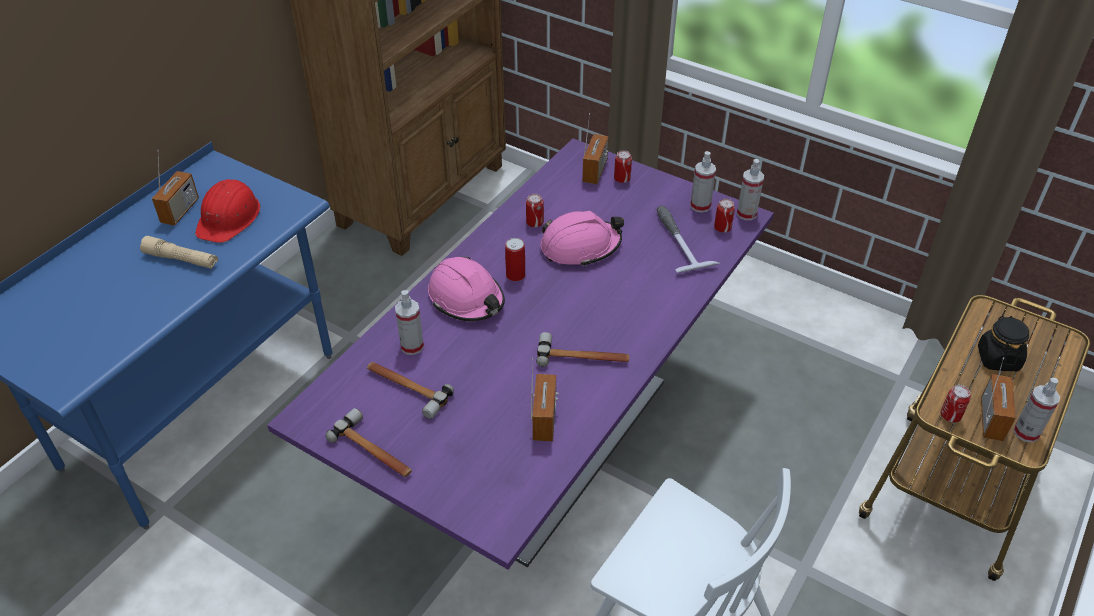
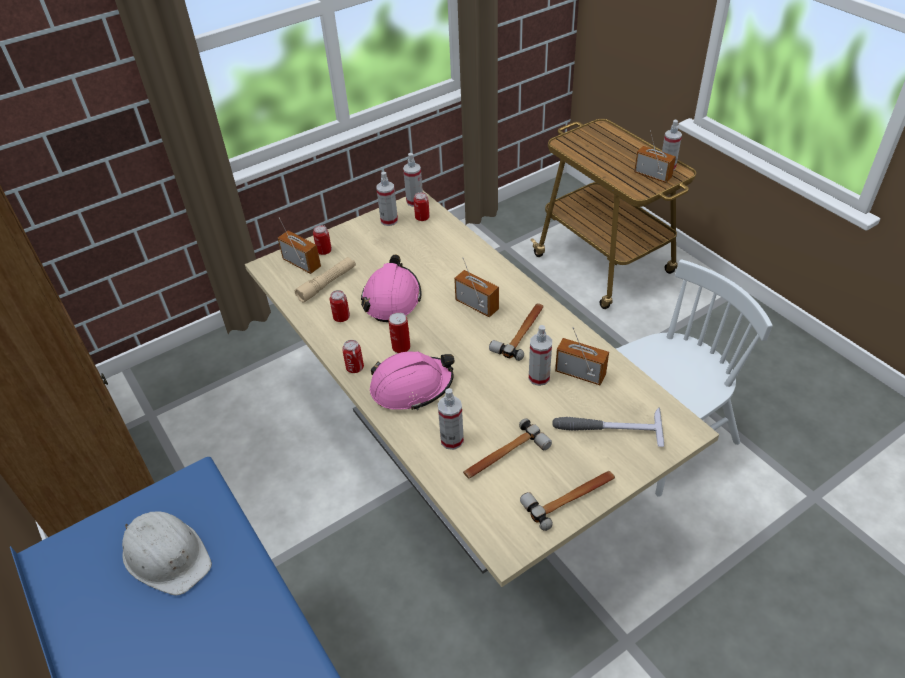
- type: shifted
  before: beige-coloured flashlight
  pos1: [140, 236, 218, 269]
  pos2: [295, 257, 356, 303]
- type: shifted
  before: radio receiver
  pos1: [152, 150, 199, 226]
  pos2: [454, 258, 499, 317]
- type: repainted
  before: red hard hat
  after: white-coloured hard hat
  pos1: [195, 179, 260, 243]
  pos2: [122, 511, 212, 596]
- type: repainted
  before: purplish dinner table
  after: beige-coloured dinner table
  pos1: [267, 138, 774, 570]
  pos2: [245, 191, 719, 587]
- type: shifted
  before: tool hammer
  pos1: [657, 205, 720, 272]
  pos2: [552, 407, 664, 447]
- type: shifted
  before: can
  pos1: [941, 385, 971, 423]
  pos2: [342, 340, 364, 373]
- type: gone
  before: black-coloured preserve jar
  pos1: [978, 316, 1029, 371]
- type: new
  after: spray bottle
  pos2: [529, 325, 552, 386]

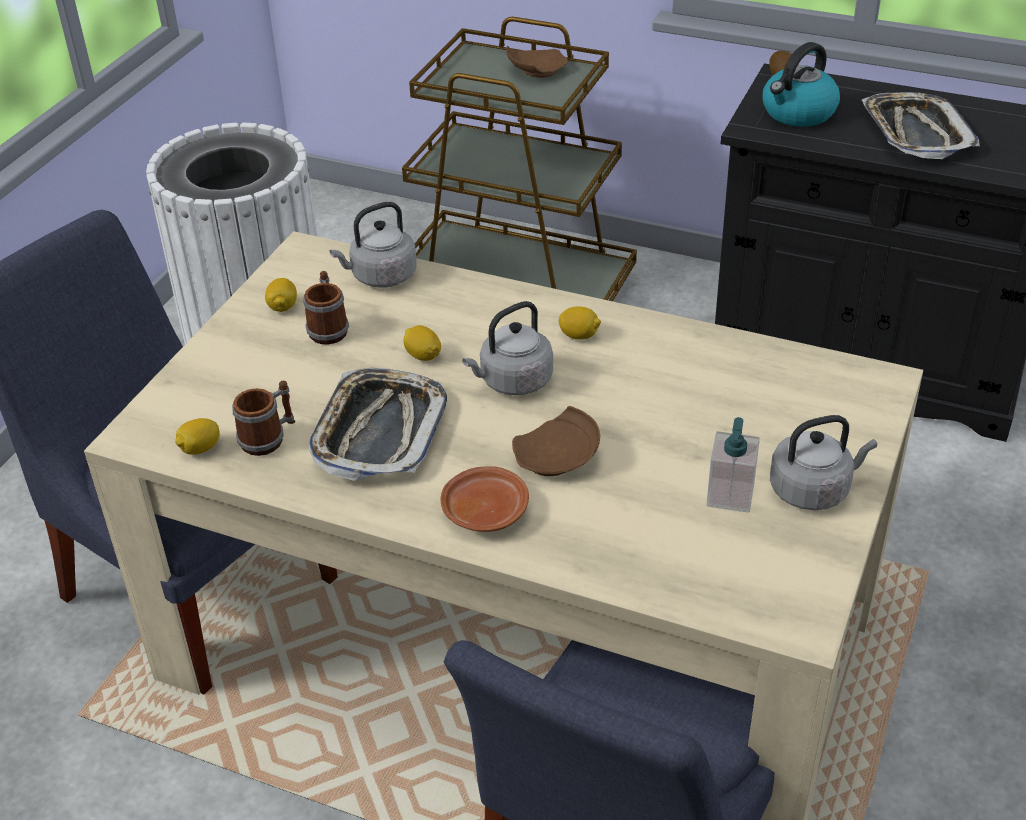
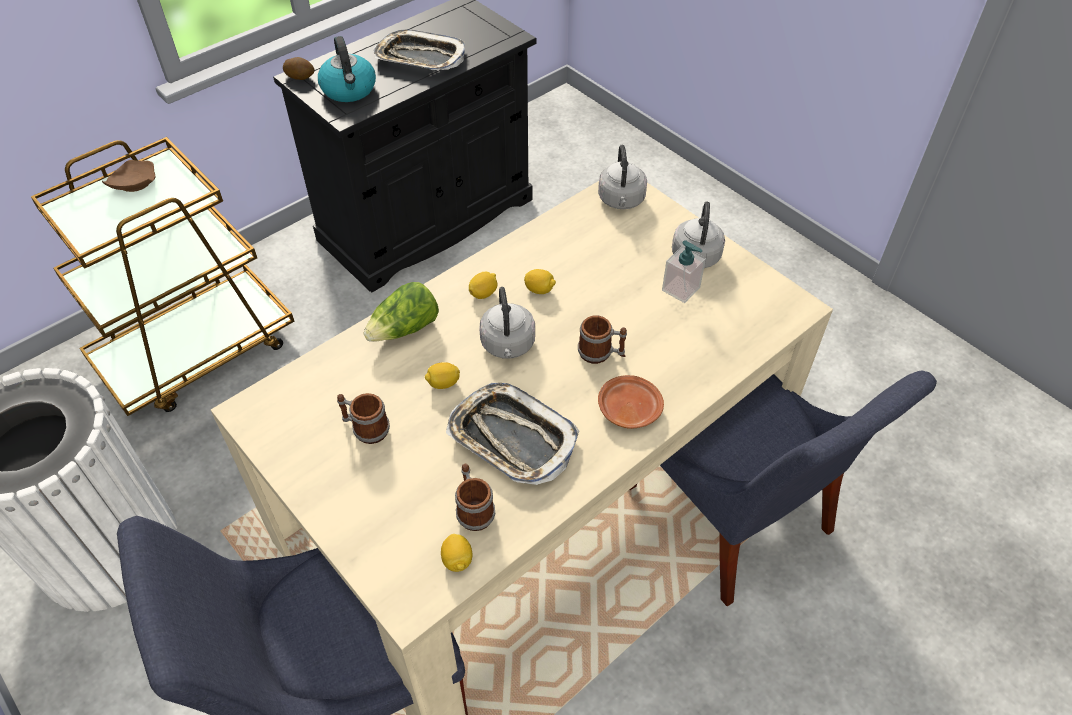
- type: shifted
  before: lemon
  pos1: [265, 278, 297, 312]
  pos2: [524, 269, 556, 294]
- type: shifted
  before: gray water kettle
  pos1: [330, 202, 417, 288]
  pos2: [598, 145, 647, 209]
- type: swapped
  before: brownish flat dish
  after: mug
  pos1: [512, 406, 600, 476]
  pos2: [578, 316, 627, 364]
- type: new
  after: head of lettuce
  pos2: [364, 282, 439, 342]

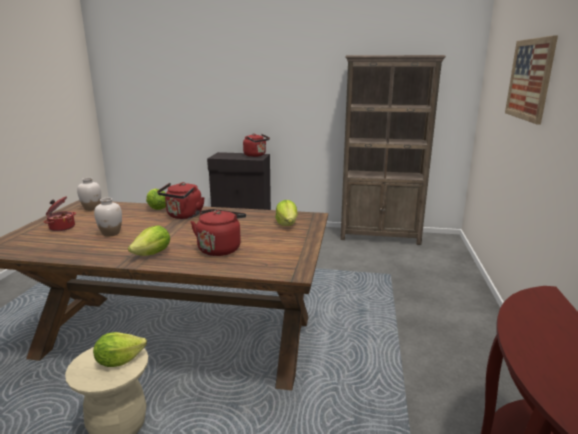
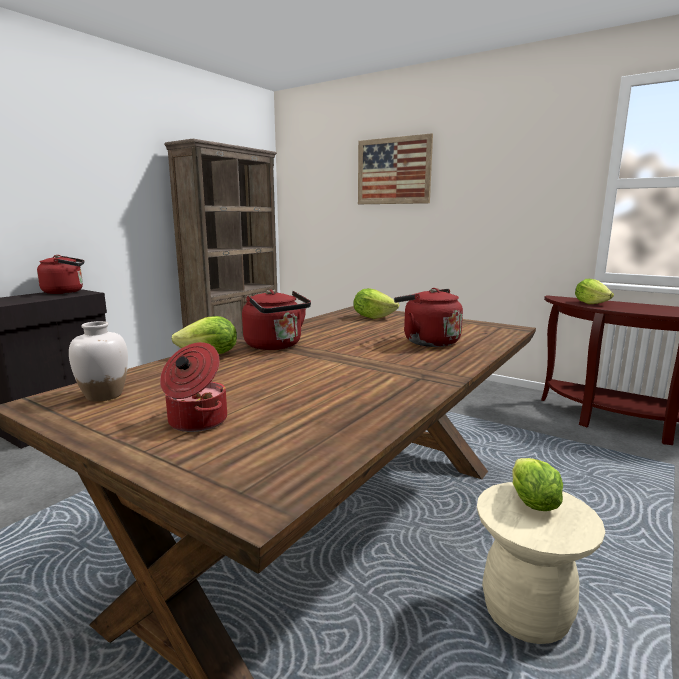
- type: gone
  before: white-coloured decorative vase
  pos1: [94, 198, 122, 236]
- type: shifted
  before: head of lettuce
  pos1: [128, 225, 170, 256]
  pos2: [575, 279, 614, 304]

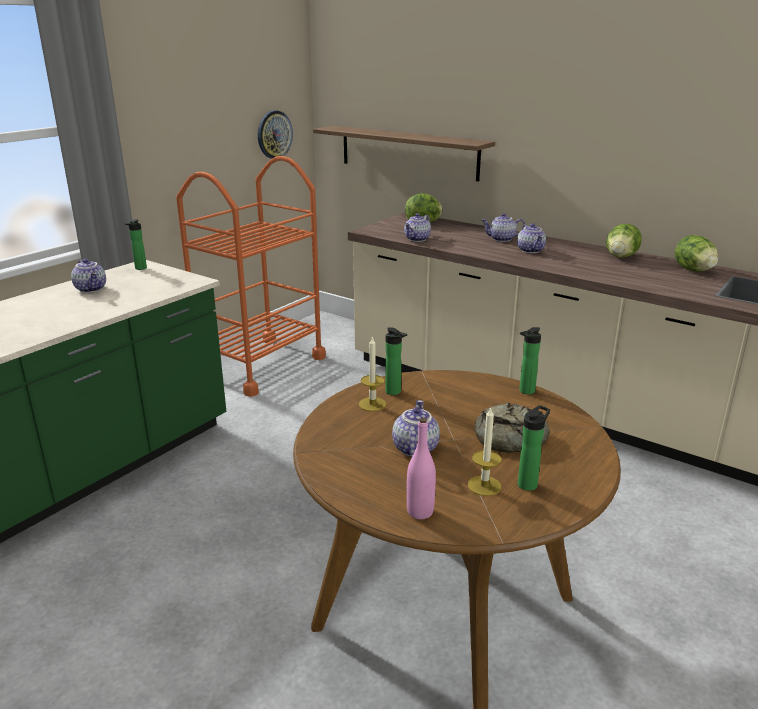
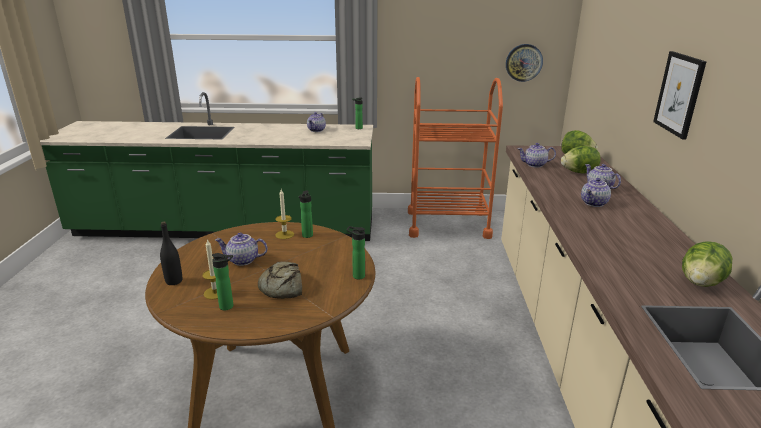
- type: gone
  before: wall shelf
  pos1: [313, 126, 495, 182]
- type: rotated
  before: tea pot
  pos1: [392, 400, 440, 457]
  pos2: [215, 233, 267, 266]
  turn: -150
- type: repainted
  before: pinkish bottle
  after: black-coloured bottle
  pos1: [407, 418, 436, 519]
  pos2: [160, 222, 182, 285]
- type: shifted
  before: head of lettuce
  pos1: [606, 224, 642, 258]
  pos2: [561, 146, 601, 174]
- type: new
  after: wall art
  pos2: [653, 51, 706, 140]

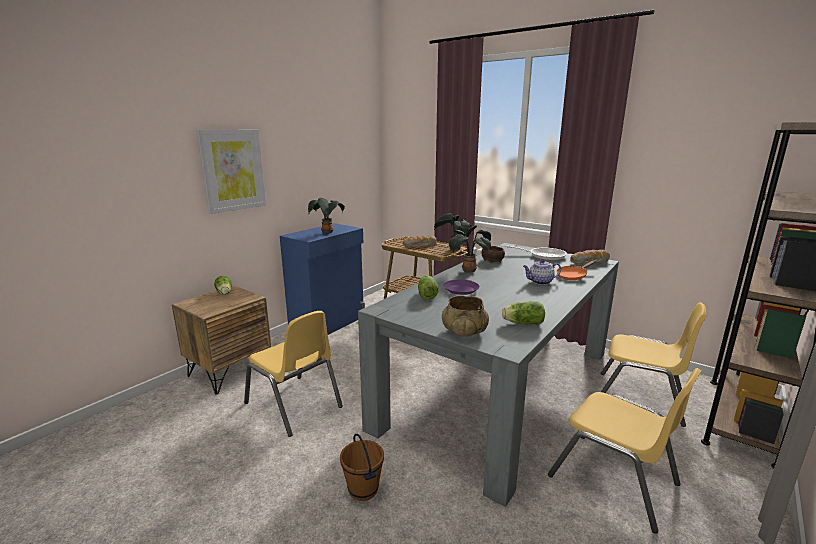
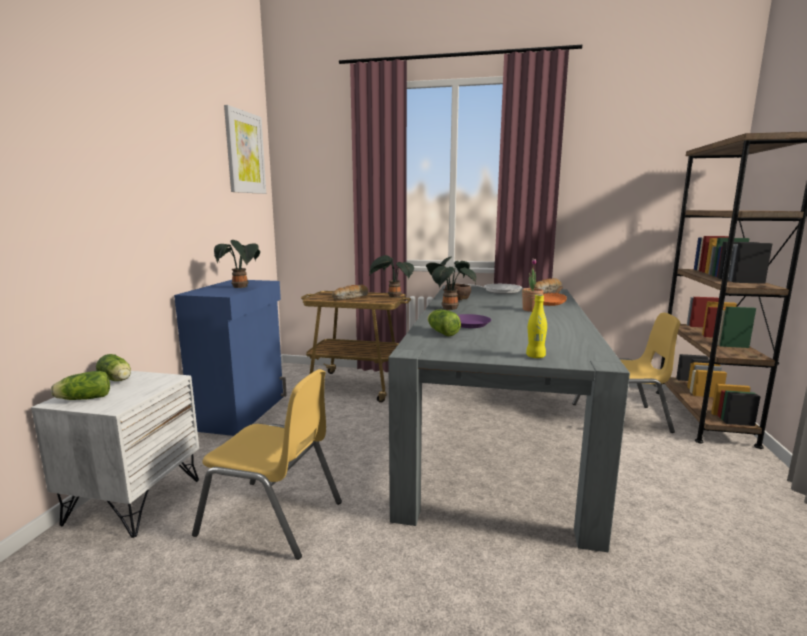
- type: repainted
  before: brownish bedside table
  after: white-coloured bedside table
  pos1: [172, 286, 271, 394]
  pos2: [31, 371, 199, 538]
- type: shifted
  before: wall art
  pos1: [196, 129, 266, 214]
  pos2: [224, 105, 266, 194]
- type: gone
  before: brownish pail
  pos1: [340, 434, 384, 501]
- type: swapped
  before: beige-coloured bowl
  after: yellow-coloured bottle
  pos1: [442, 296, 489, 337]
  pos2: [526, 295, 547, 358]
- type: shifted
  before: head of lettuce
  pos1: [502, 301, 545, 325]
  pos2: [51, 371, 110, 400]
- type: swapped
  before: tea pot
  after: houseplant
  pos1: [523, 259, 561, 285]
  pos2: [522, 259, 543, 312]
- type: gone
  before: yellow-coloured chair
  pos1: [548, 368, 702, 534]

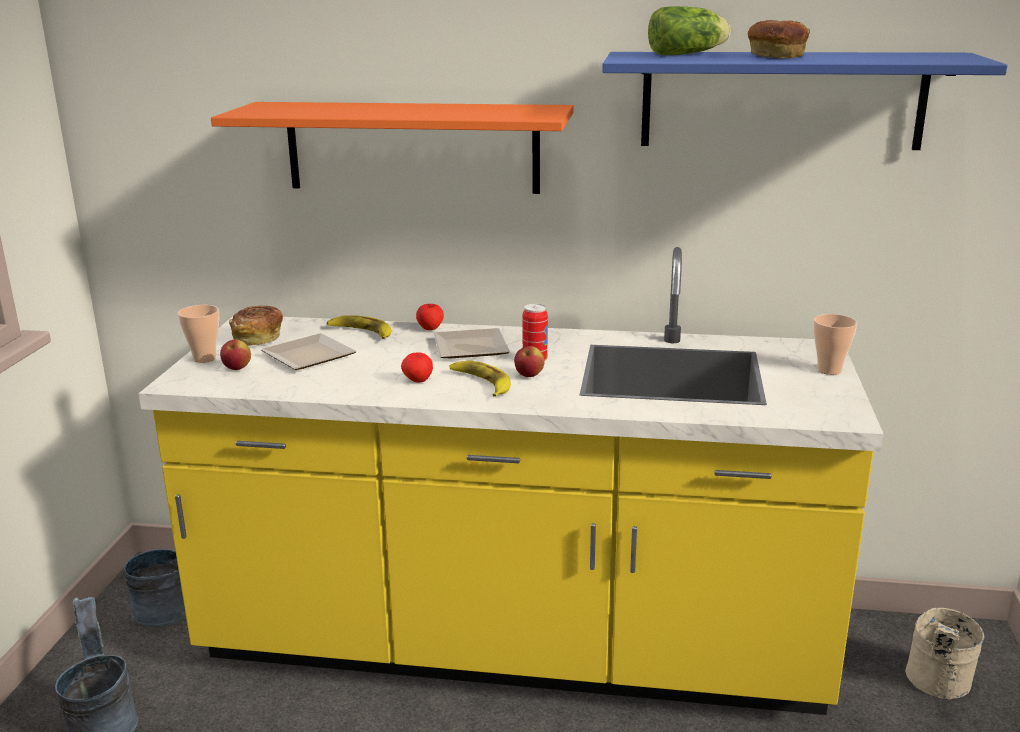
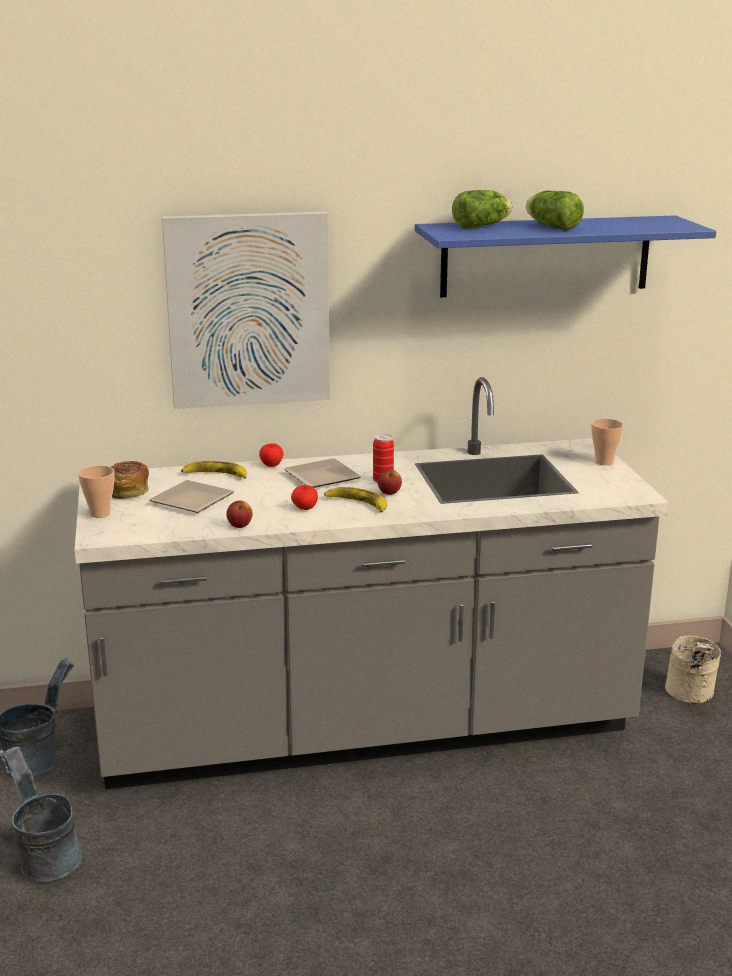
- type: repainted
  before: yellow-coloured counter
  after: gray counter
  pos1: [139, 247, 884, 715]
  pos2: [75, 377, 669, 790]
- type: swapped
  before: orange-coloured wall shelf
  after: wall art
  pos1: [211, 102, 574, 194]
  pos2: [162, 212, 330, 409]
- type: shifted
  before: apple fruit
  pos1: [220, 339, 251, 370]
  pos2: [226, 500, 253, 528]
- type: swapped
  before: baked bread
  after: head of lettuce
  pos1: [748, 20, 810, 58]
  pos2: [526, 191, 584, 230]

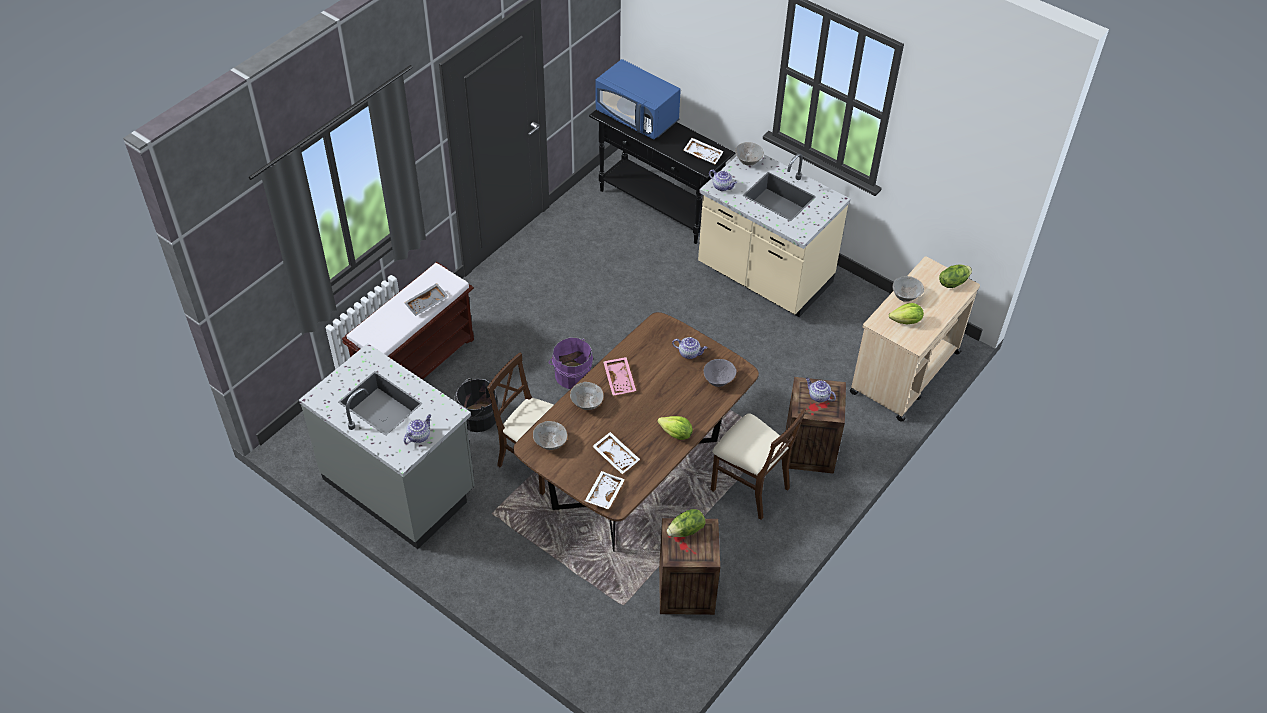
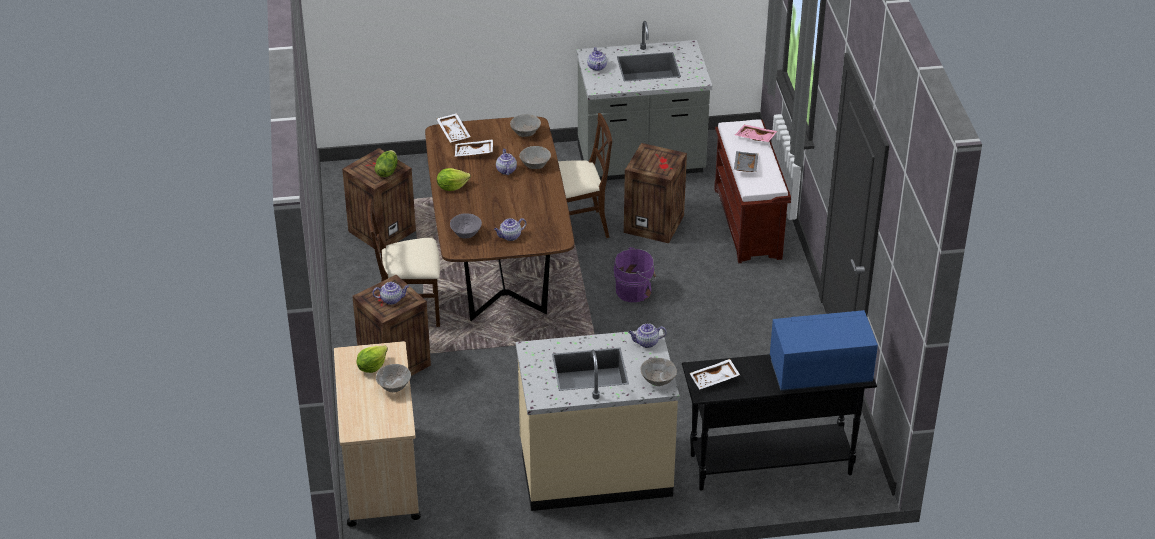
- type: swapped
  before: black-coloured pail
  after: packing crate
  pos1: [454, 378, 498, 432]
  pos2: [624, 143, 687, 243]
- type: shifted
  before: pinkish tray
  pos1: [603, 357, 636, 396]
  pos2: [735, 125, 778, 142]
- type: gone
  before: head of lettuce
  pos1: [939, 264, 972, 288]
- type: new
  after: tea pot
  pos2: [496, 149, 517, 175]

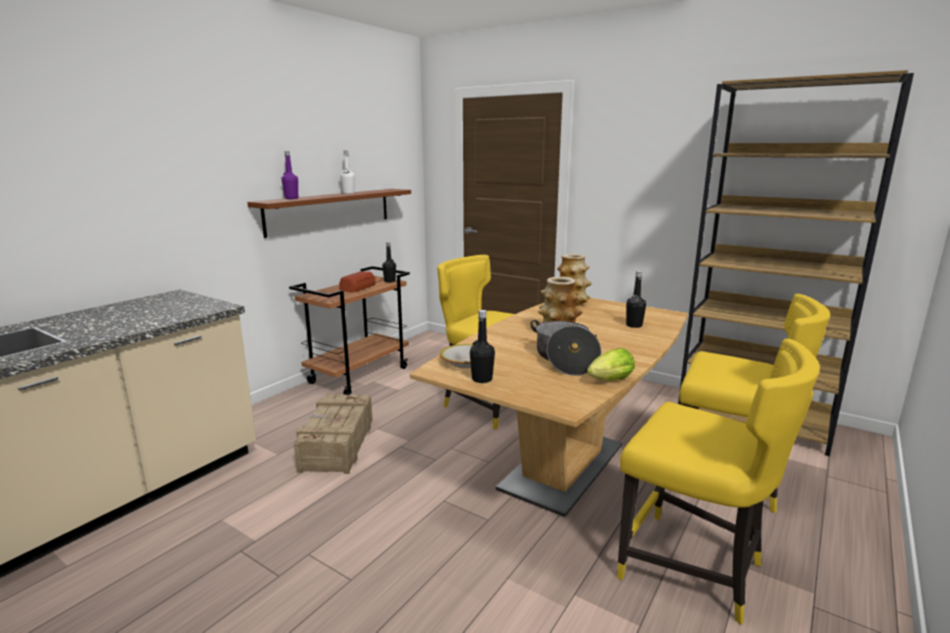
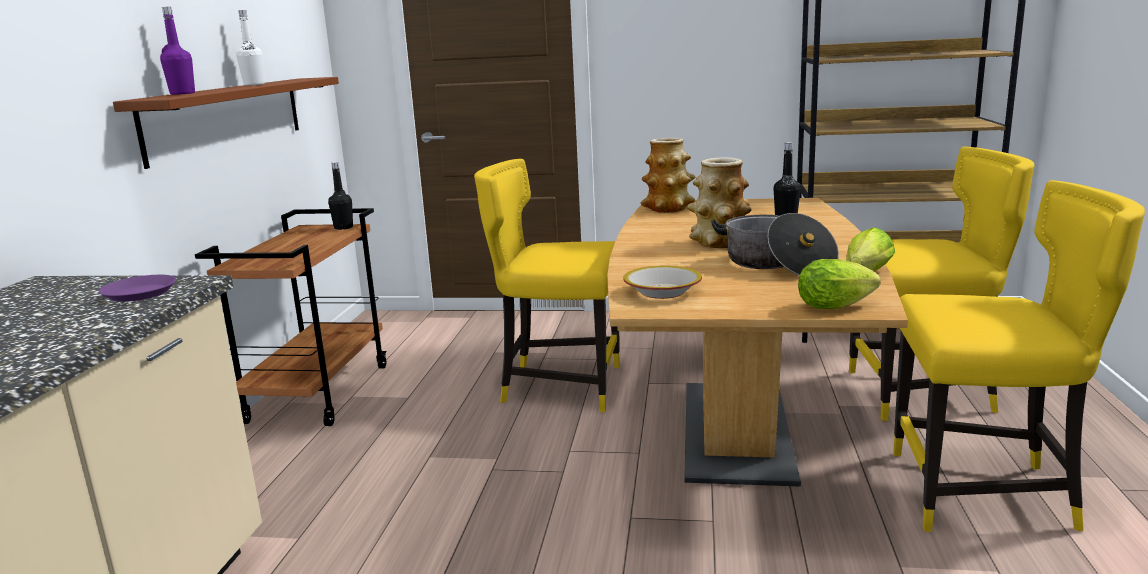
- type: gone
  before: packing crate
  pos1: [294, 394, 372, 474]
- type: gone
  before: baked bread
  pos1: [339, 271, 376, 293]
- type: gone
  before: black-coloured bottle
  pos1: [470, 310, 495, 383]
- type: new
  after: purplish flat dish
  pos2: [99, 275, 176, 302]
- type: new
  after: head of lettuce
  pos2: [798, 259, 881, 309]

